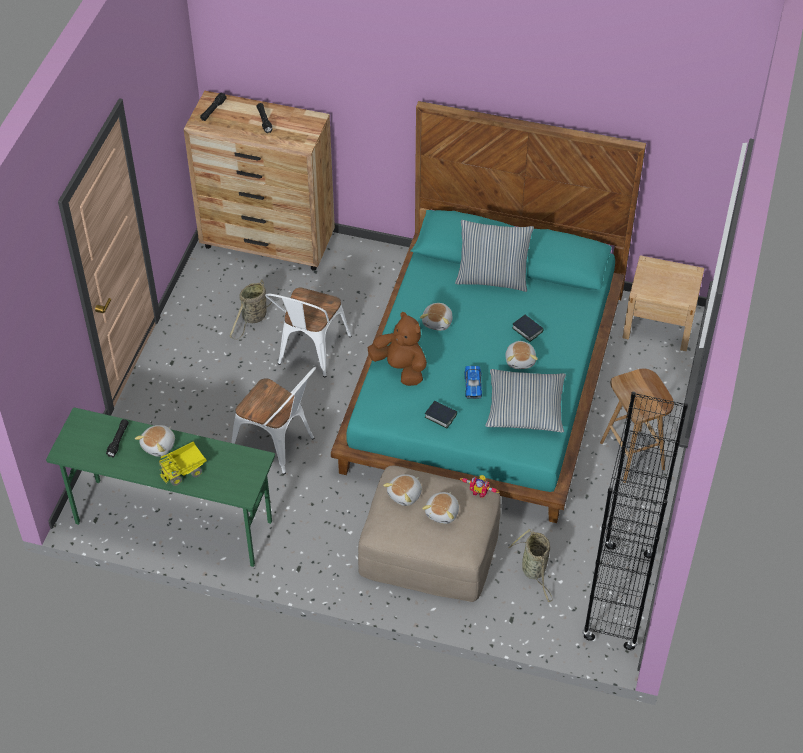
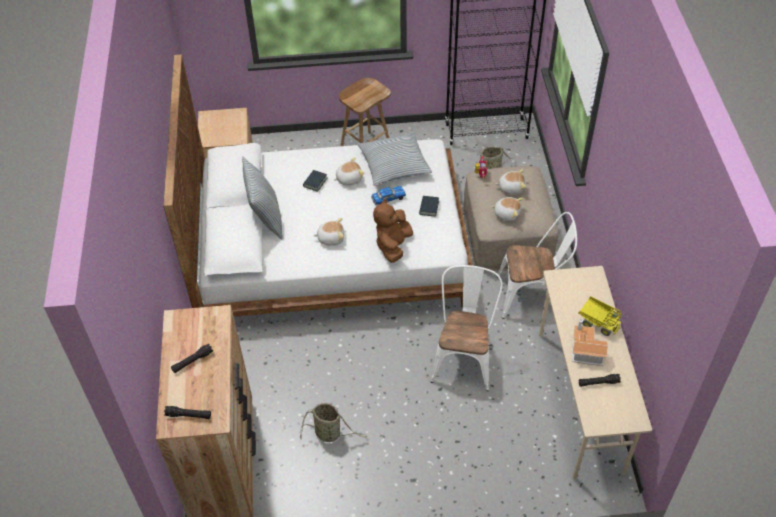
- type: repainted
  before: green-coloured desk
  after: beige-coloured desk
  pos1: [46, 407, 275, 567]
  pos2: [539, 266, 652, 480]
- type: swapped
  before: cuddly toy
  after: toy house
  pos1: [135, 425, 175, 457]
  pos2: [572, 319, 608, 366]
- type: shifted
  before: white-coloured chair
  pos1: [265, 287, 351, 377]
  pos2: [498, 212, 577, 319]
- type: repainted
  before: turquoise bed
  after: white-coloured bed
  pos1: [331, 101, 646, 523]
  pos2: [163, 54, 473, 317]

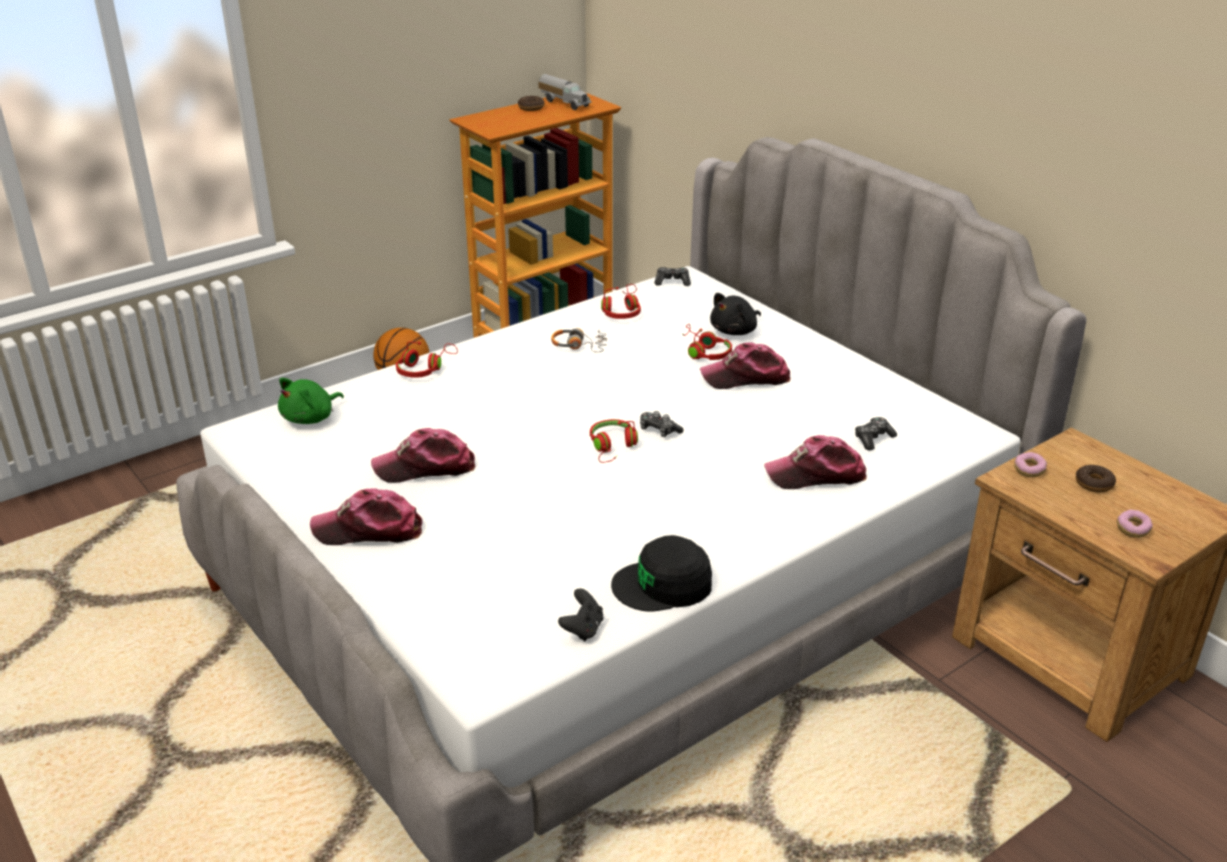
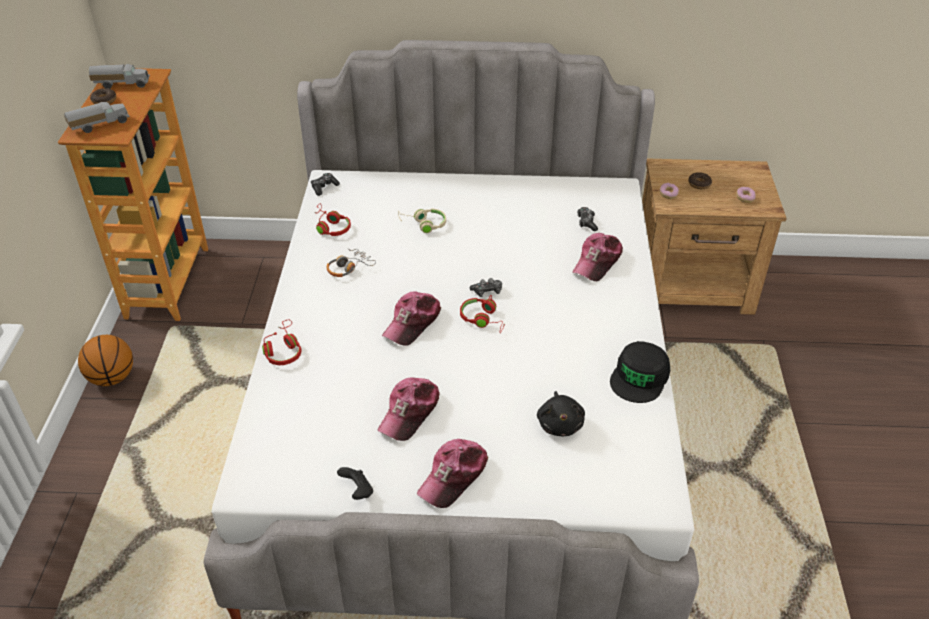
- type: gone
  before: green-coloured cuddly toy
  pos1: [278, 378, 344, 424]
- type: shifted
  before: black-coloured gamepad
  pos1: [558, 588, 603, 641]
  pos2: [337, 467, 373, 500]
- type: repainted
  before: red headphones
  after: beige-coloured headphones
  pos1: [683, 323, 732, 360]
  pos2: [398, 209, 446, 233]
- type: shifted
  before: peaked cap
  pos1: [700, 342, 791, 389]
  pos2: [382, 291, 441, 346]
- type: shifted
  before: black-coloured cuddly toy
  pos1: [710, 293, 761, 335]
  pos2: [537, 391, 585, 436]
- type: new
  after: toy lorry
  pos2: [64, 102, 130, 133]

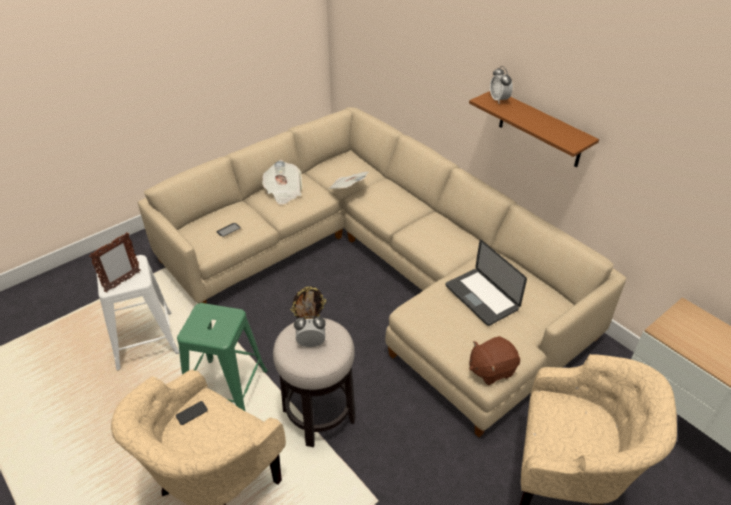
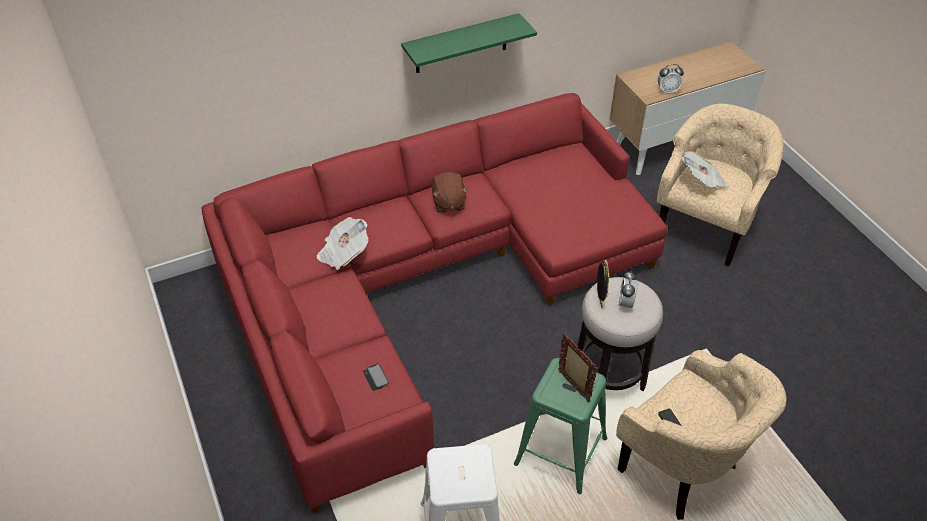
- type: shifted
  before: photo frame
  pos1: [89, 232, 141, 293]
  pos2: [558, 333, 598, 402]
- type: repainted
  before: beige-coloured settee
  after: red settee
  pos1: [138, 107, 626, 437]
  pos2: [201, 93, 667, 514]
- type: shifted
  before: newspaper
  pos1: [262, 160, 302, 205]
  pos2: [681, 151, 729, 188]
- type: gone
  before: notebook computer
  pos1: [445, 239, 527, 326]
- type: repainted
  before: brownish wall shelf
  after: green-coloured wall shelf
  pos1: [469, 91, 599, 167]
  pos2: [401, 13, 537, 73]
- type: shifted
  before: brownish cuddly toy
  pos1: [469, 336, 520, 385]
  pos2: [432, 172, 469, 213]
- type: shifted
  before: table clock
  pos1: [490, 66, 513, 103]
  pos2: [658, 64, 684, 94]

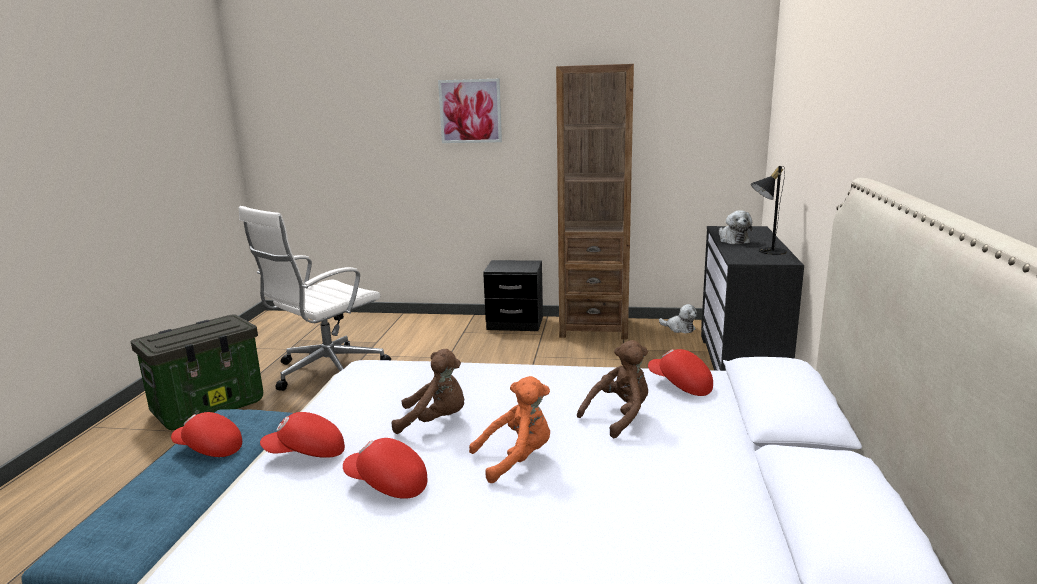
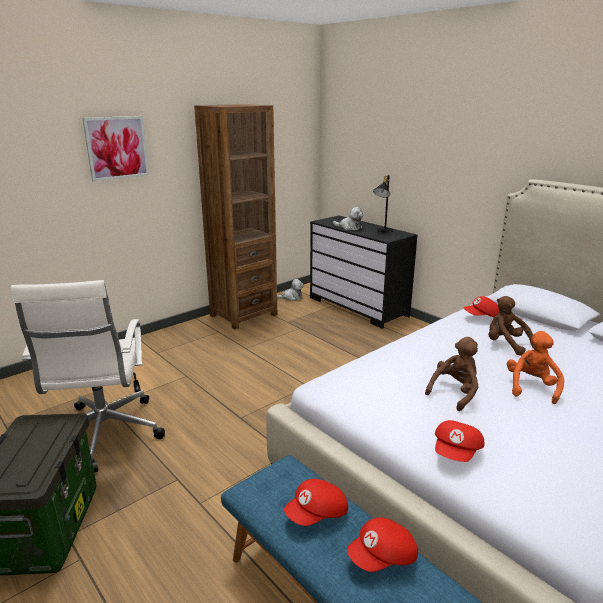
- type: shifted
  before: red peaked cap
  pos1: [343, 438, 427, 499]
  pos2: [347, 517, 418, 572]
- type: gone
  before: black-coloured bedside table
  pos1: [483, 260, 543, 331]
- type: rotated
  before: brownish cuddly toy
  pos1: [577, 340, 648, 438]
  pos2: [489, 296, 533, 356]
  turn: -45

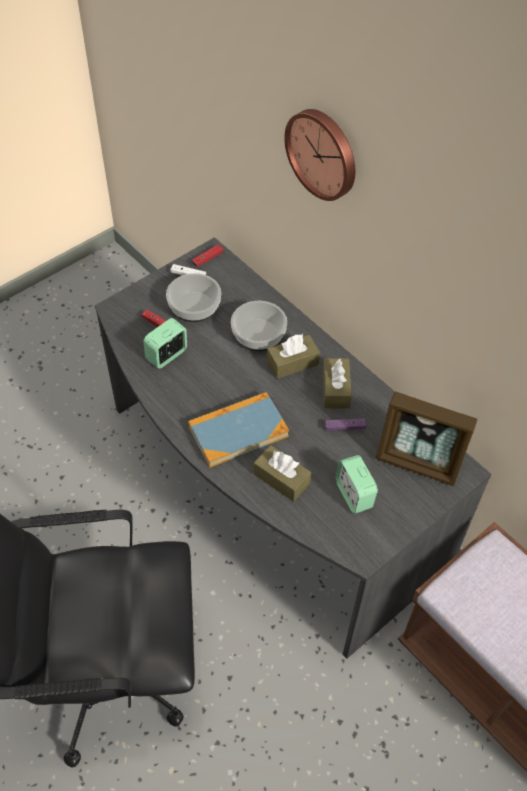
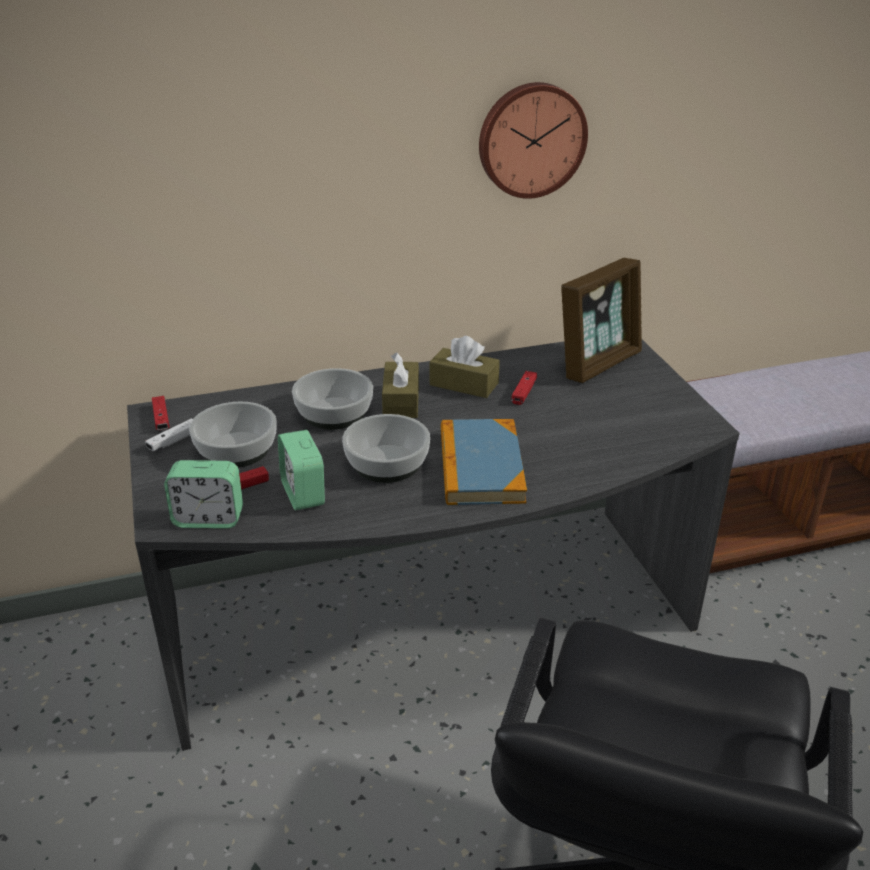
- type: gone
  before: brownish tissue box
  pos1: [254, 445, 311, 502]
- type: shifted
  before: hanging clock
  pos1: [284, 109, 355, 201]
  pos2: [479, 82, 588, 199]
- type: repainted
  before: purplish gamepad
  after: red gamepad
  pos1: [325, 418, 366, 431]
  pos2: [512, 371, 537, 405]
- type: shifted
  before: table clock
  pos1: [335, 455, 378, 514]
  pos2: [164, 460, 243, 529]
- type: new
  after: bowl
  pos2: [342, 414, 430, 483]

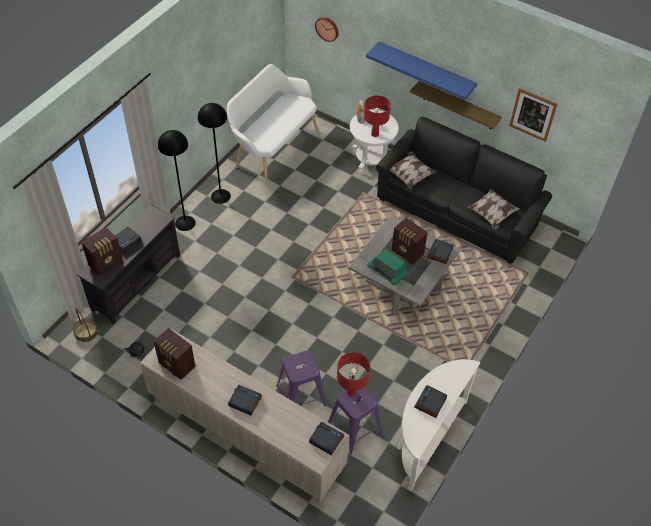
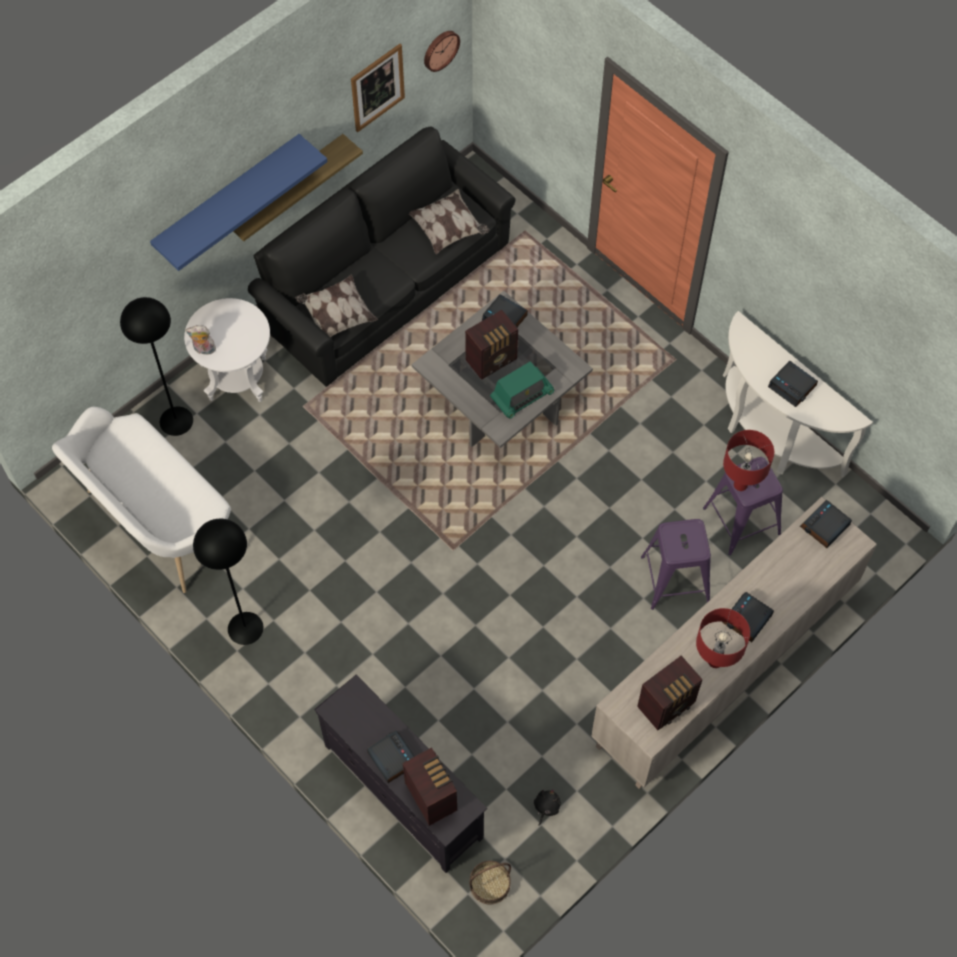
- type: shifted
  before: black-coloured standard lamp
  pos1: [158, 130, 196, 231]
  pos2: [120, 297, 193, 436]
- type: shifted
  before: hanging clock
  pos1: [315, 17, 339, 42]
  pos2: [424, 31, 460, 72]
- type: shifted
  before: red lamp for a table
  pos1: [364, 95, 391, 137]
  pos2: [696, 608, 750, 668]

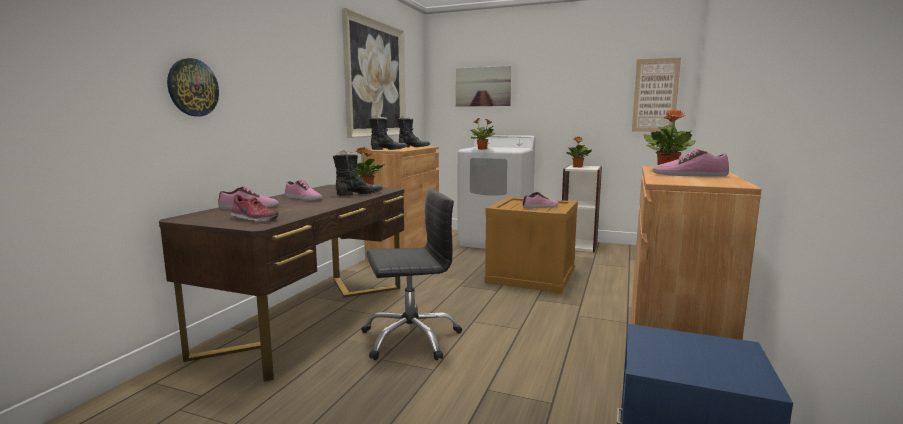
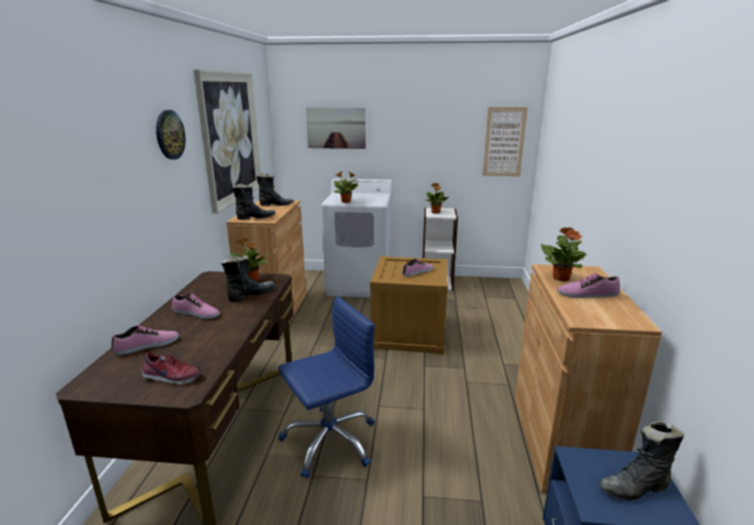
- type: shifted
  before: hanging clock
  pos1: [167, 58, 219, 116]
  pos2: [156, 110, 185, 160]
- type: repainted
  before: black-coloured desk chair
  after: bluish desk chair
  pos1: [361, 189, 462, 361]
  pos2: [278, 296, 375, 478]
- type: new
  after: black-coloured boot
  pos2: [598, 421, 684, 501]

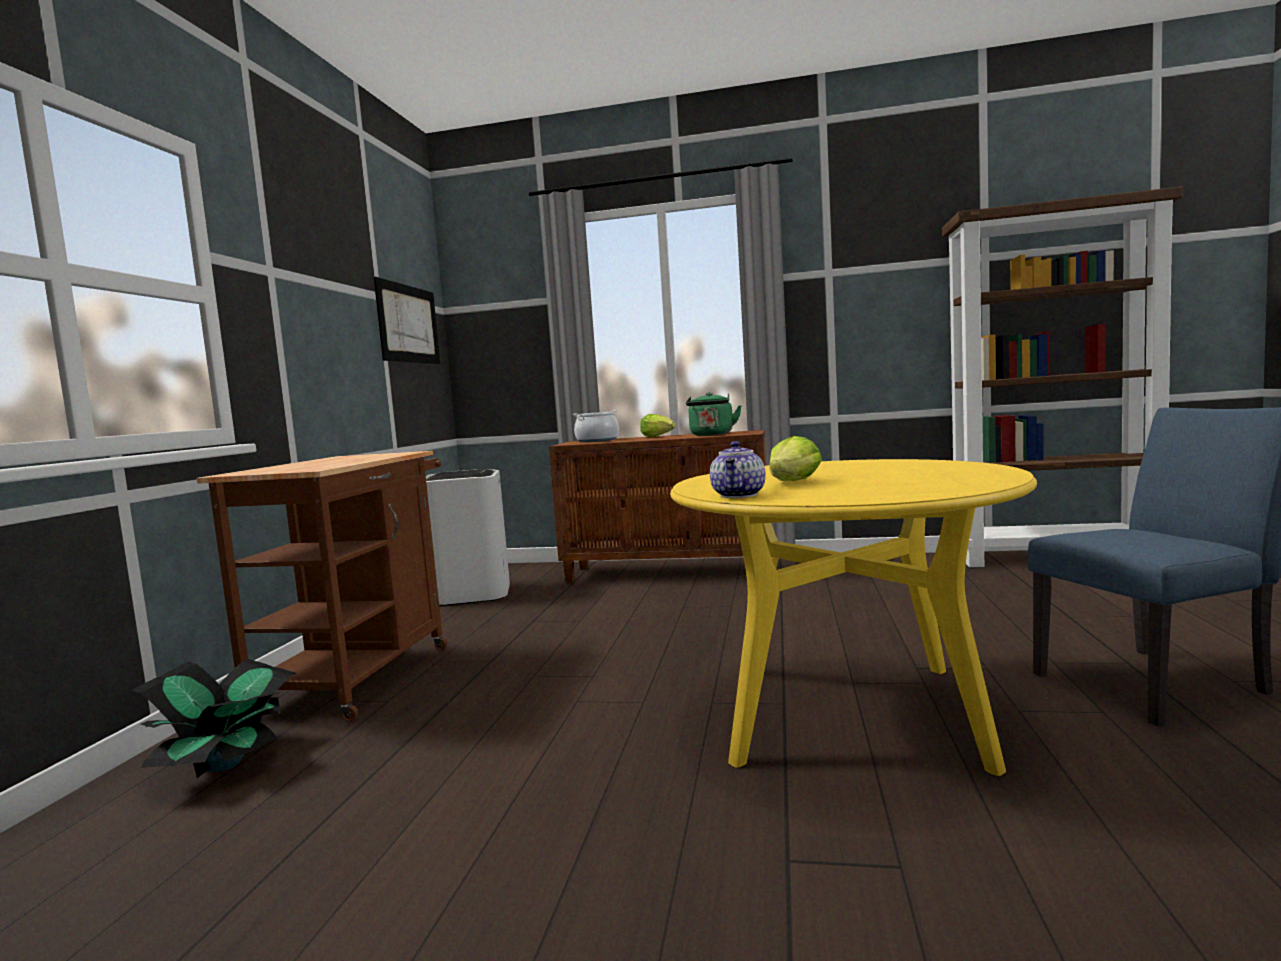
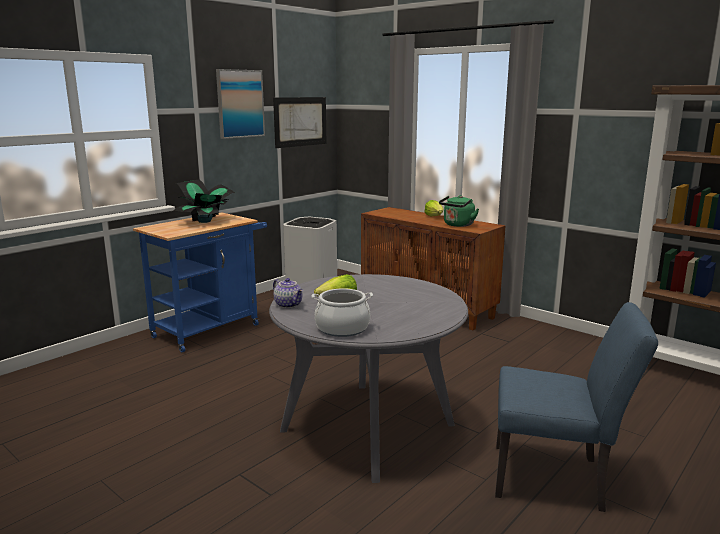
- type: shifted
  before: houseplant
  pos1: [132, 659, 296, 778]
  pos2: [174, 180, 236, 223]
- type: repainted
  before: brownish cart
  after: bluish cart
  pos1: [197, 451, 447, 721]
  pos2: [133, 212, 267, 352]
- type: shifted
  before: cooking pot
  pos1: [573, 410, 619, 442]
  pos2: [312, 288, 373, 337]
- type: repainted
  before: yellow-coloured dinner table
  after: gray dinner table
  pos1: [670, 459, 1037, 776]
  pos2: [269, 274, 468, 483]
- type: rotated
  before: tea pot
  pos1: [710, 441, 766, 498]
  pos2: [273, 278, 303, 308]
  turn: -90
- type: new
  after: wall art
  pos2: [216, 69, 265, 139]

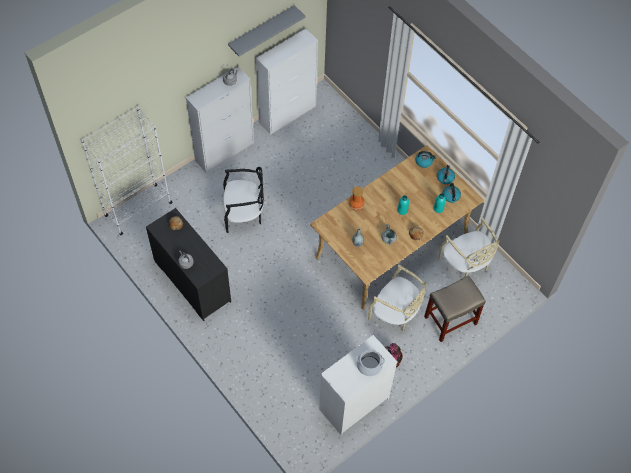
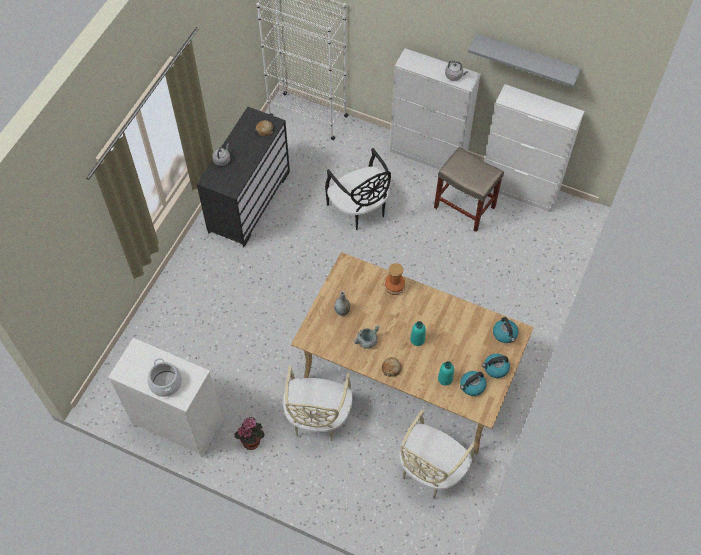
- type: shifted
  before: beige-coloured sitting stool
  pos1: [424, 275, 486, 342]
  pos2: [434, 147, 504, 232]

